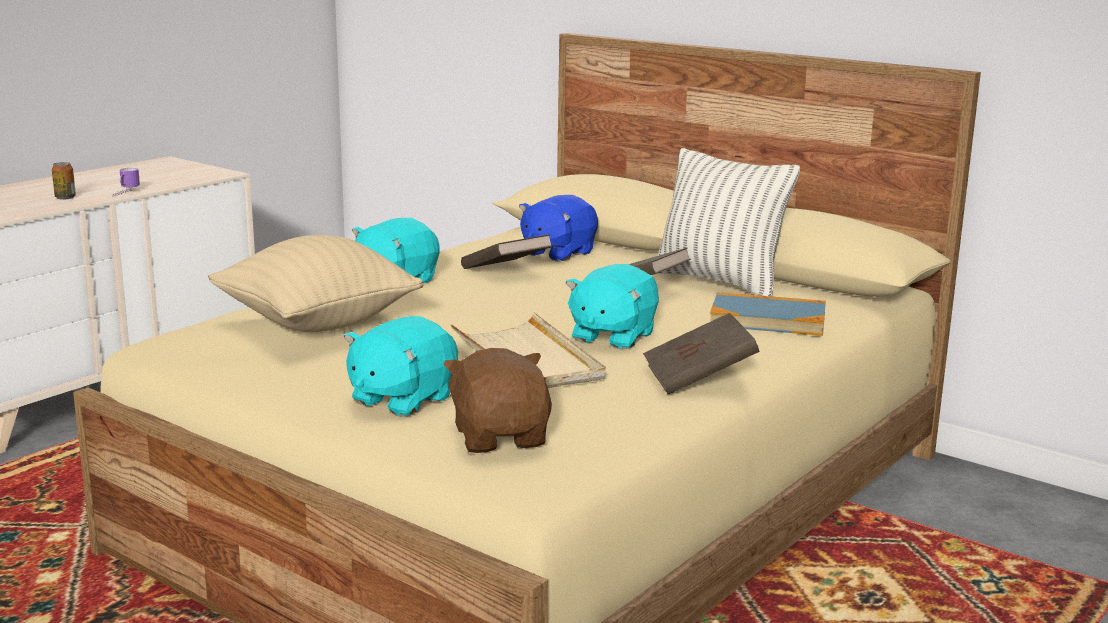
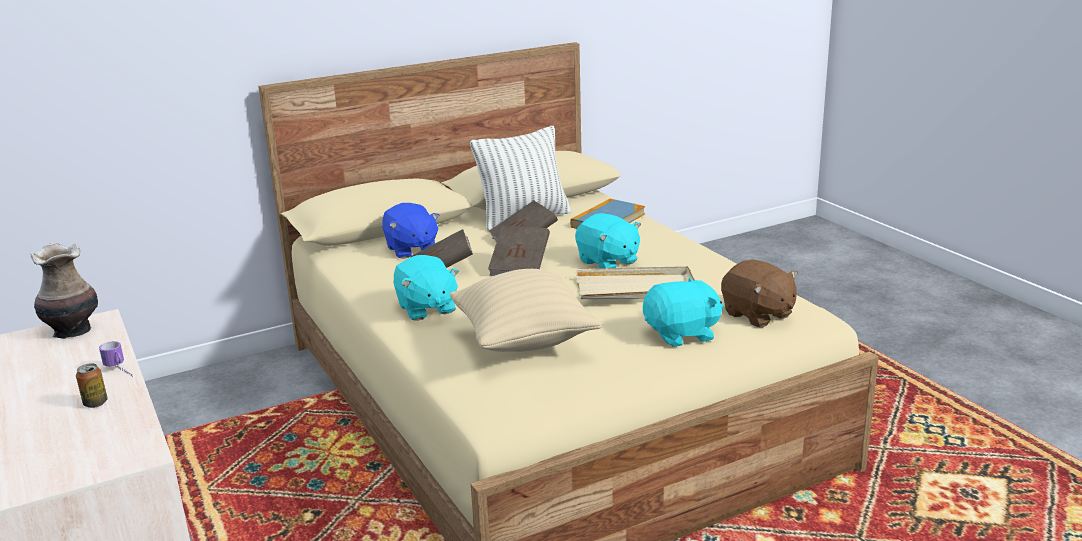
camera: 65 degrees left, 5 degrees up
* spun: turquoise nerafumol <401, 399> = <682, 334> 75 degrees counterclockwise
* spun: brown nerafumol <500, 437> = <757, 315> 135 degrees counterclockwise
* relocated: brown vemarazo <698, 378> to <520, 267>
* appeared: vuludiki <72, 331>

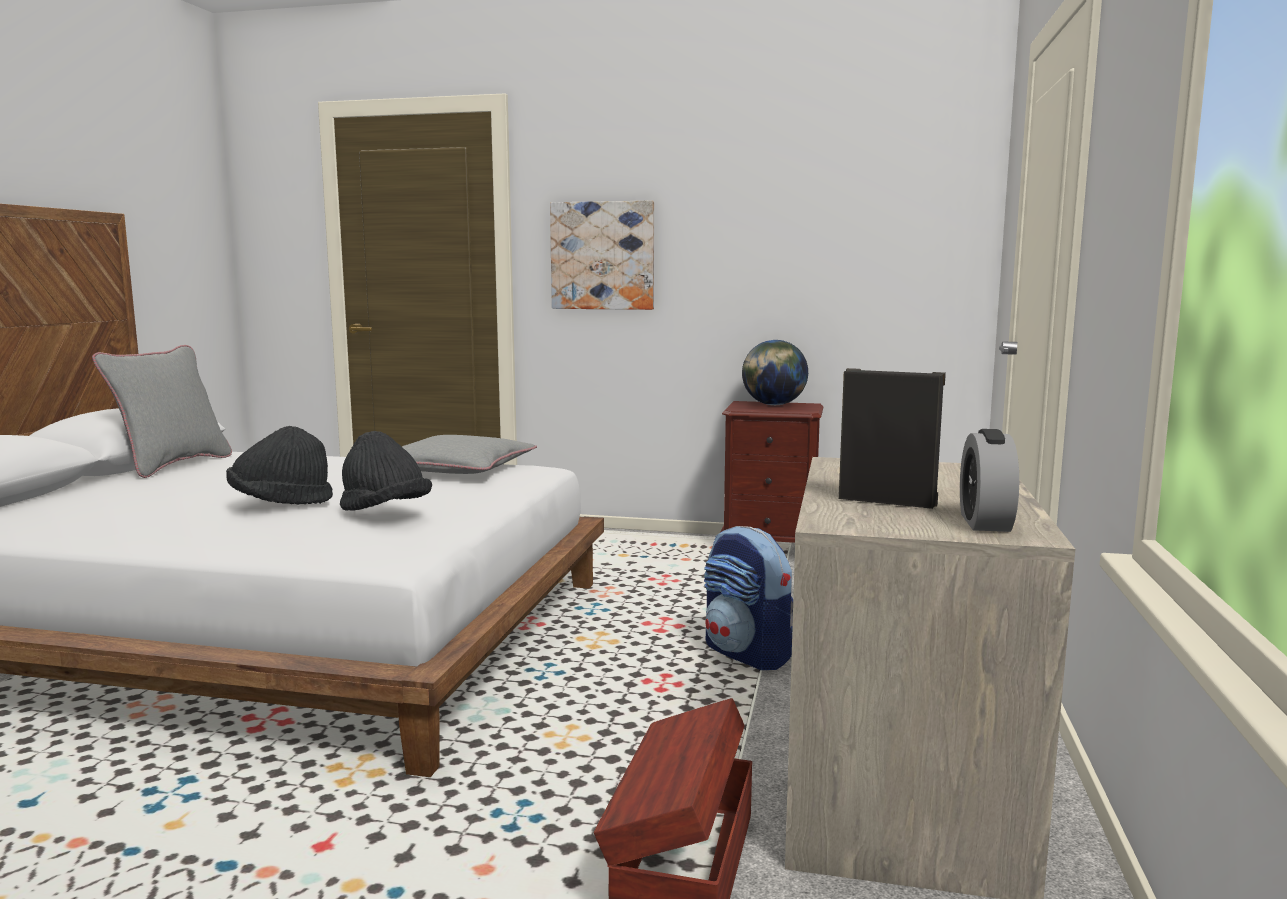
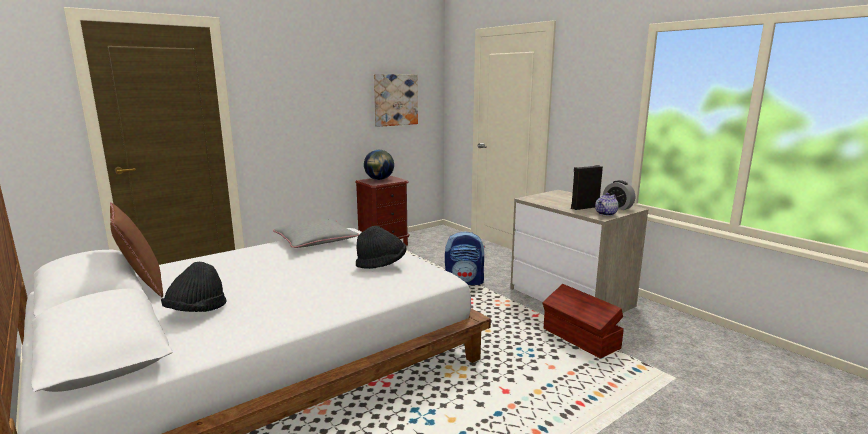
camera: 50 degrees left, 5 degrees up
* colour: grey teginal <172, 465> to brown teginal <142, 287>
* relocated: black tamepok <281, 503> to <196, 311>
* relocated: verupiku <603, 256> to <395, 100>
* appeared: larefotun <606, 214>

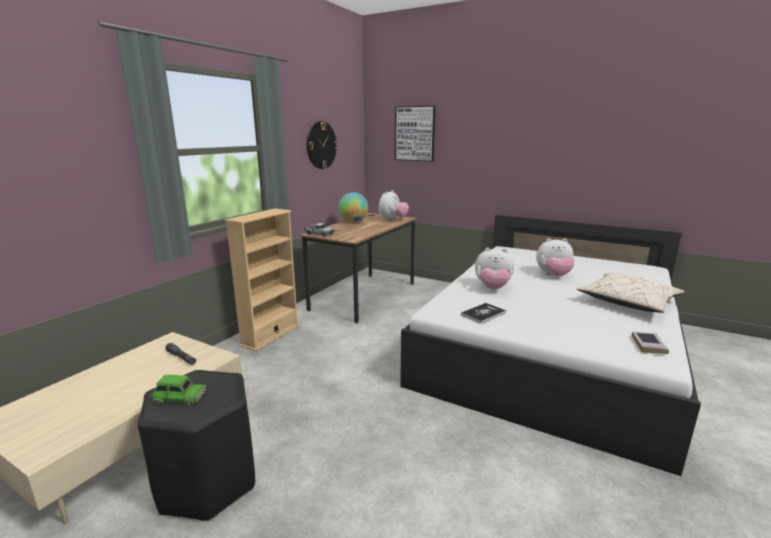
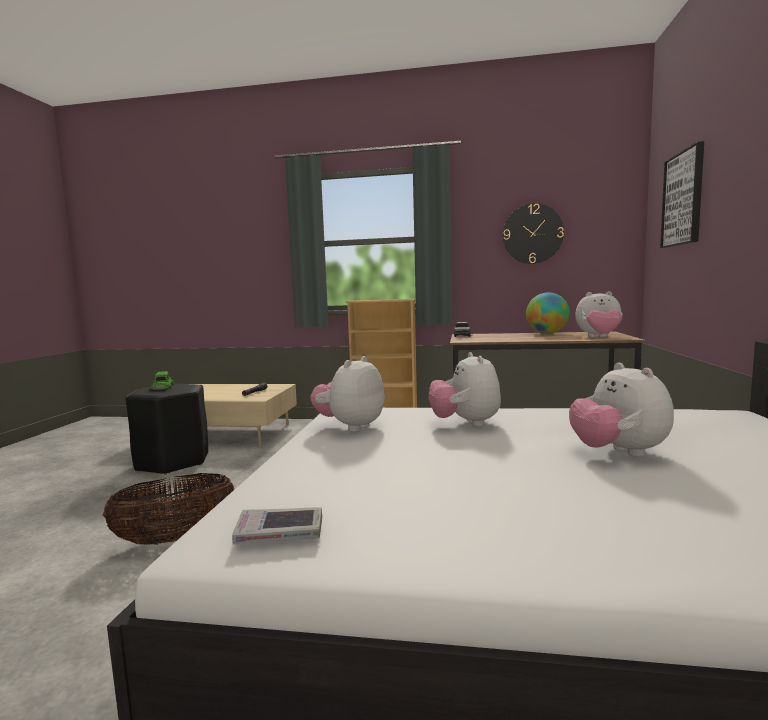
camera: 70 degrees right, 10 degrees down
* exchanged: vemarazo <483, 314> to nerafumol <350, 426>
* missing: beige teginal <628, 303>
* appeared: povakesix <175, 539>

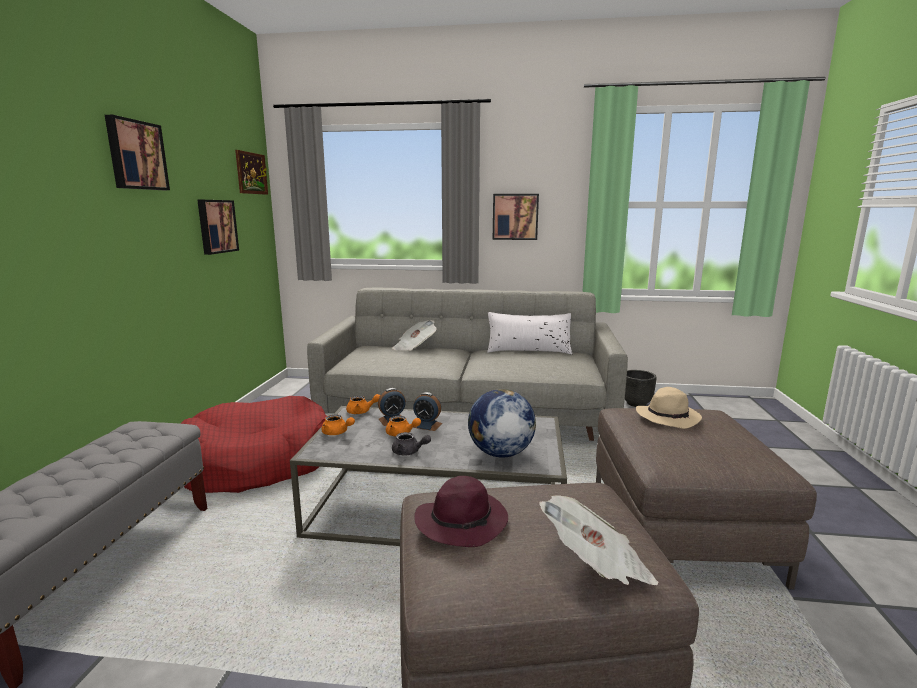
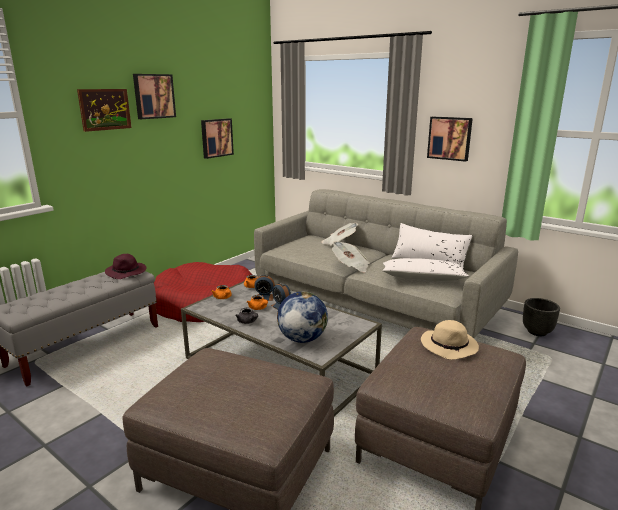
camera: 30 degrees right, 5 degrees up
* relocated: verupiku <251, 173> to <105, 109>
* relocated: purple tamepok <462, 521> to <126, 272>
* relocated: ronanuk <596, 566> to <351, 266>
* appeared: white teginal <422, 278>

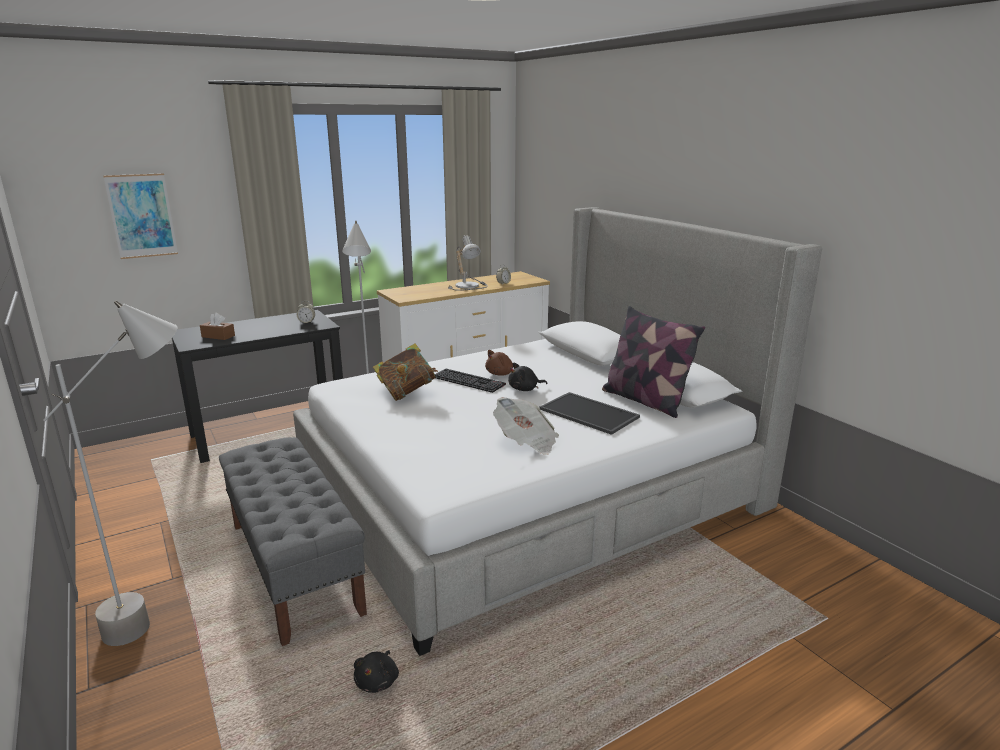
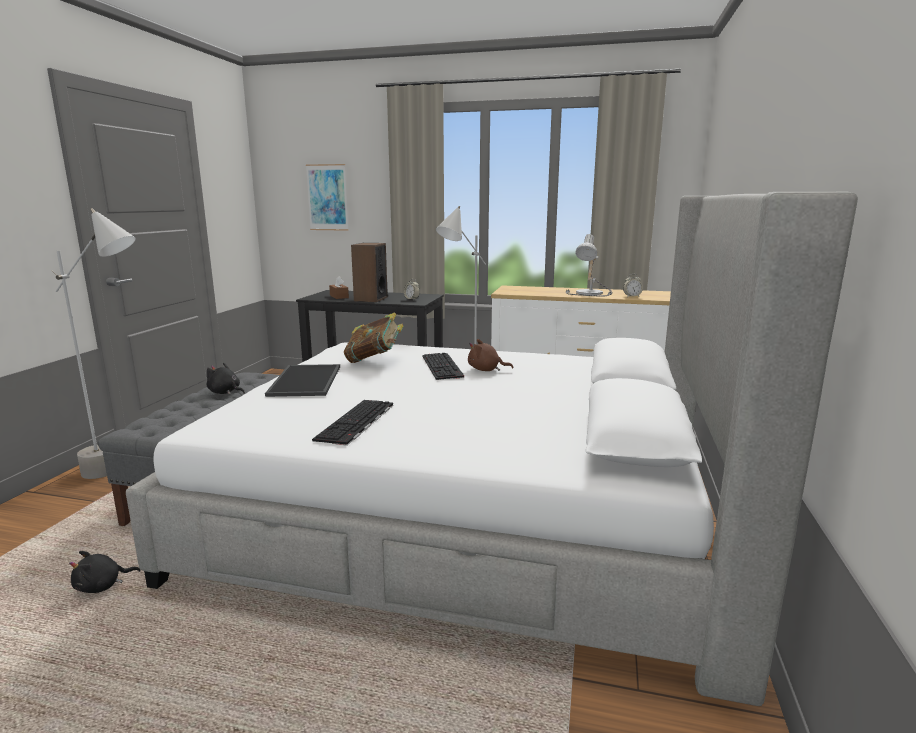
camera: 45 degrees right, 5 degrees down
* exchanged: ronanuk <526, 441> to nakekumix <357, 422>
* relocated: black nerafumol <525, 389> to <225, 392>
* relocated: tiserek <590, 413> to <307, 381>
* missing: teginal <645, 400>
* appeared: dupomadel <370, 299>

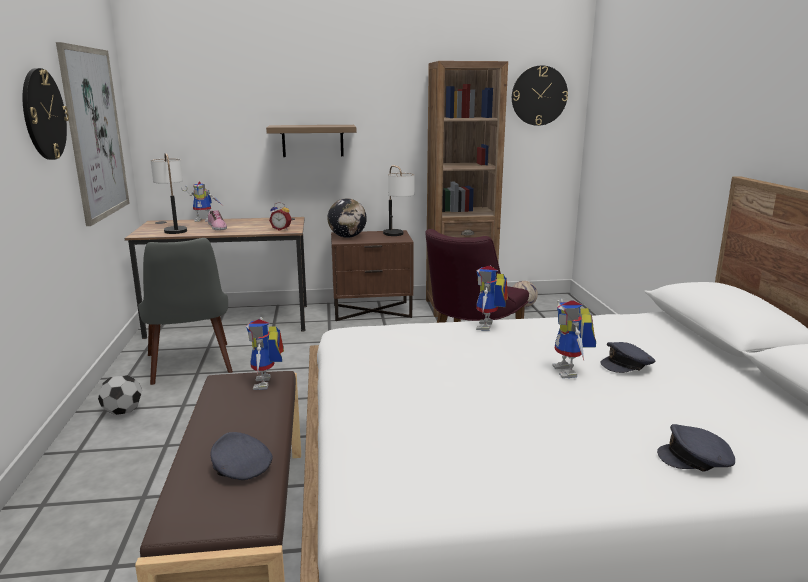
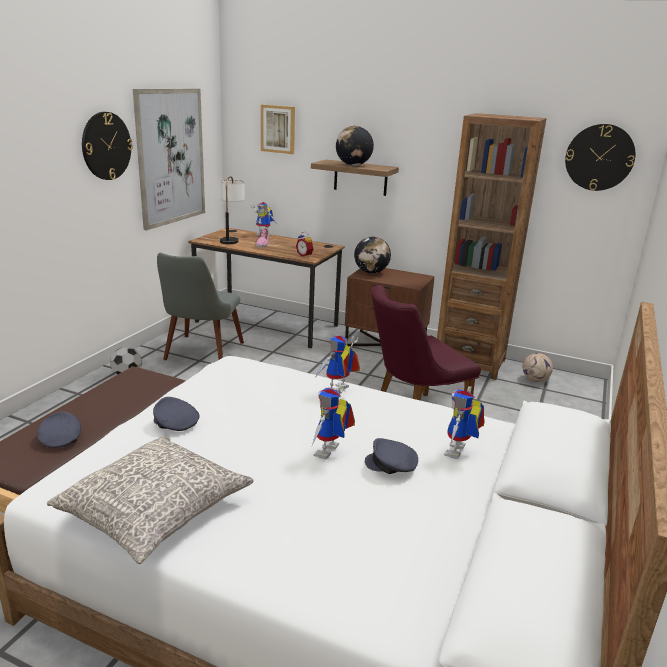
camera: 30 degrees right, 5 degrees up
* relocated: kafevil <267, 384> to <459, 453>
* missing: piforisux <397, 236>
* relocated: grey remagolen <696, 459> to <175, 423>
* appeared: grey teginal <155, 511>
* appeared: verupiku <278, 129>
* appeared: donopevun <353, 165>

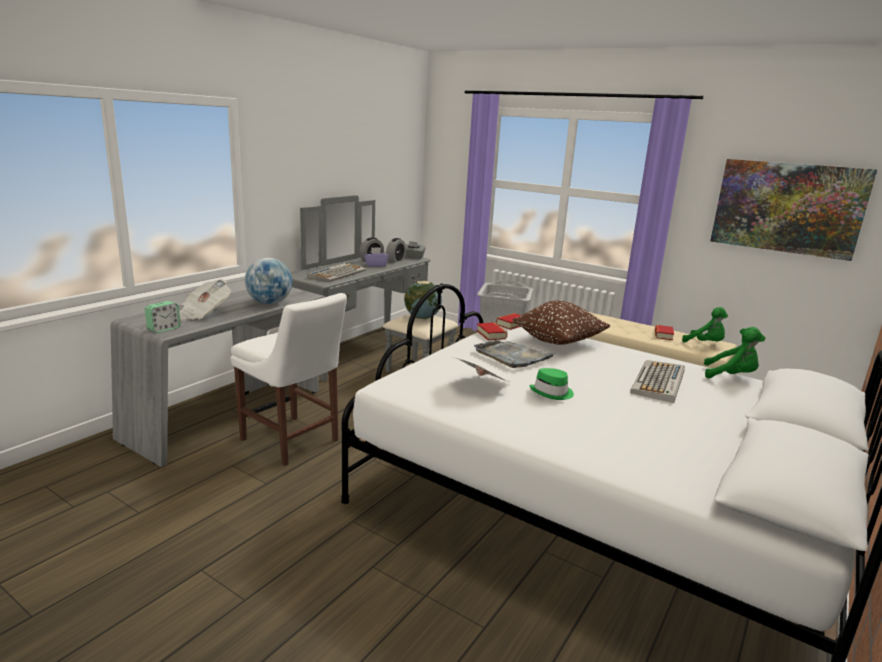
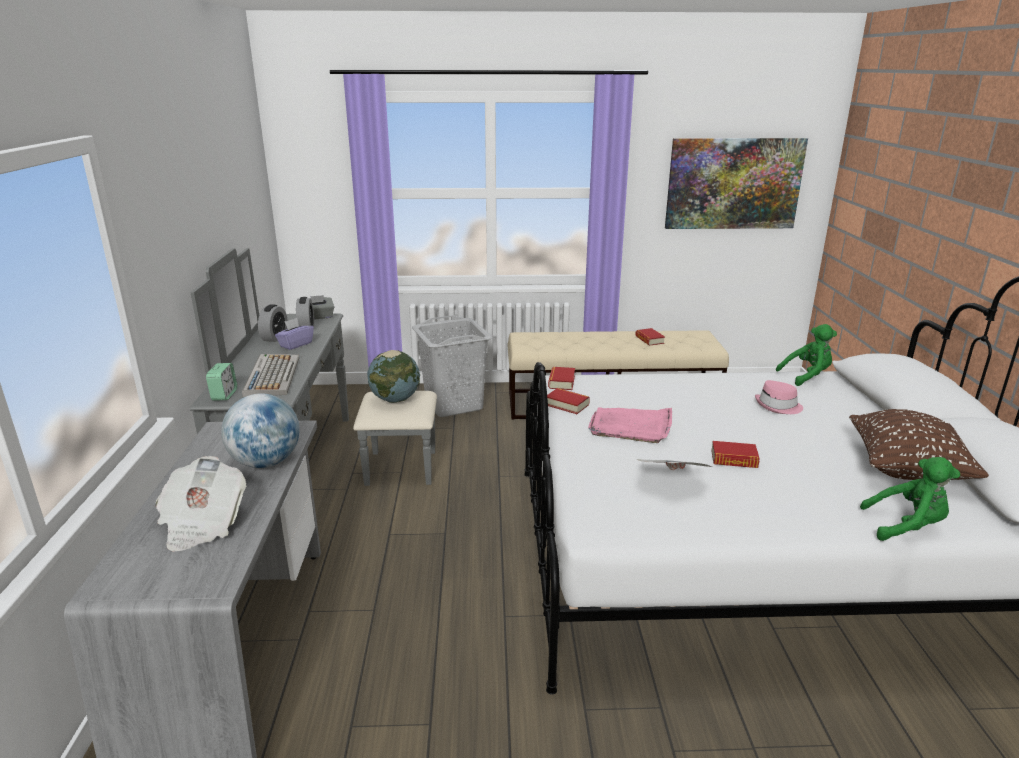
camera: 35 degrees left, 5 degrees up
* relocated: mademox <164, 329> to <224, 395>
* missing: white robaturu <292, 442>
* colour: grey tiserek <512, 356> to pink tiserek <631, 426>
* relocated: brown teginal <558, 342> to <906, 469>
* exchanged: green tamepok <552, 393> to vemarazo <734, 459>
* exchanged: nakekumix <659, 382> to pink tamepok <778, 406>
* relocated: green nerafumol <705, 344> to <906, 526>

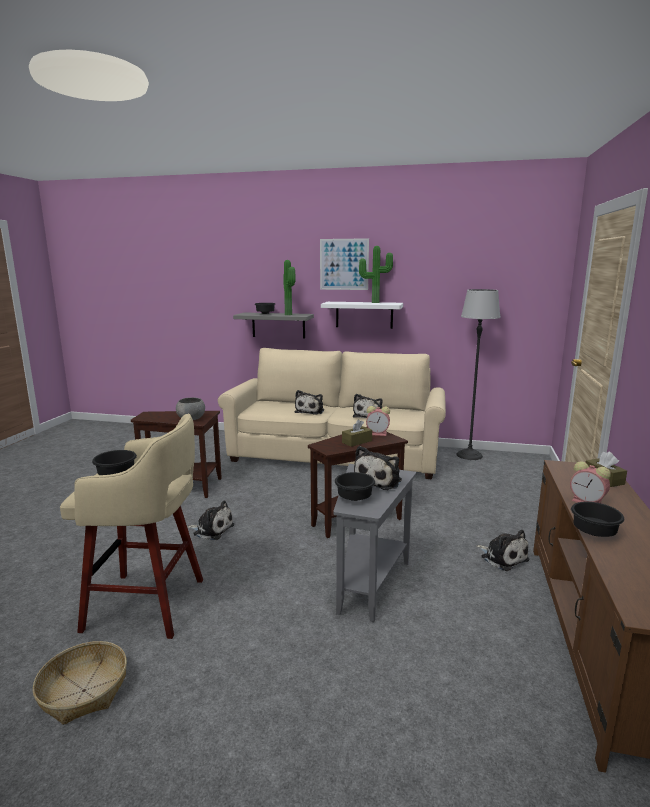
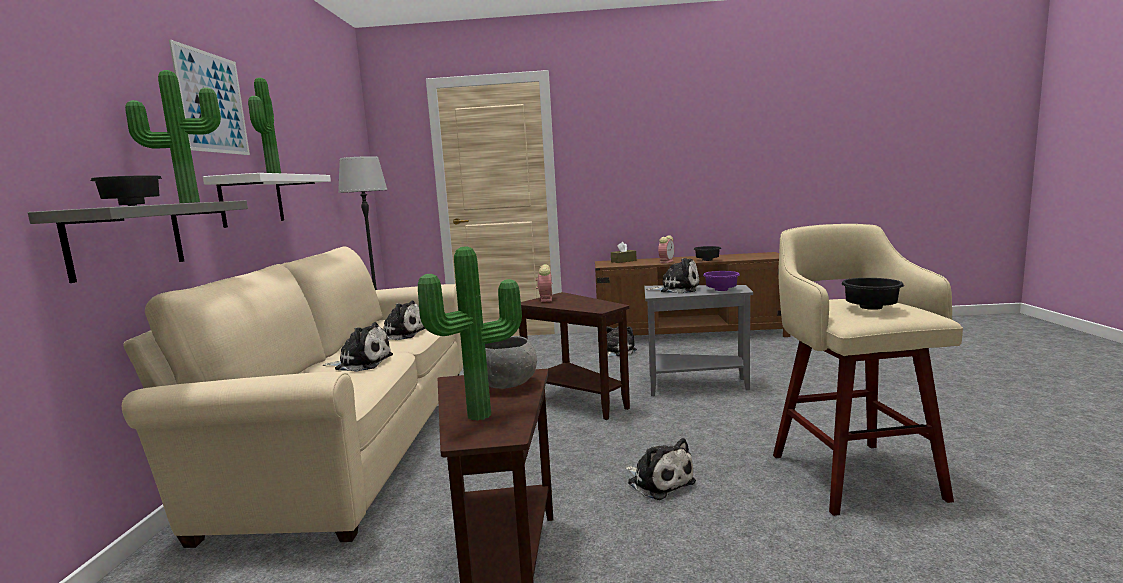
camera: 100 degrees left, 5 degrees down
* missing: povakesix <84, 691>
* spun: nerafumol <212, 529> = <658, 481> 135 degrees clockwise
* colour: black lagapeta <355, 498> to purple lagapeta <721, 290>
* missing: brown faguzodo <357, 442>
* appeared: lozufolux <482, 416>

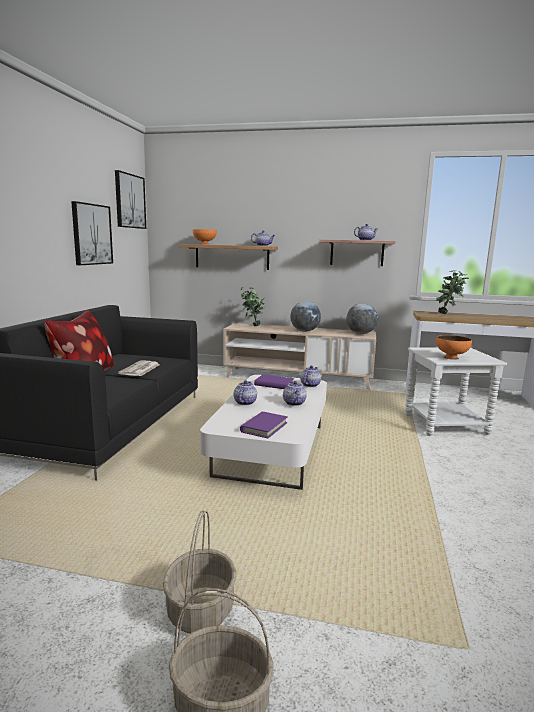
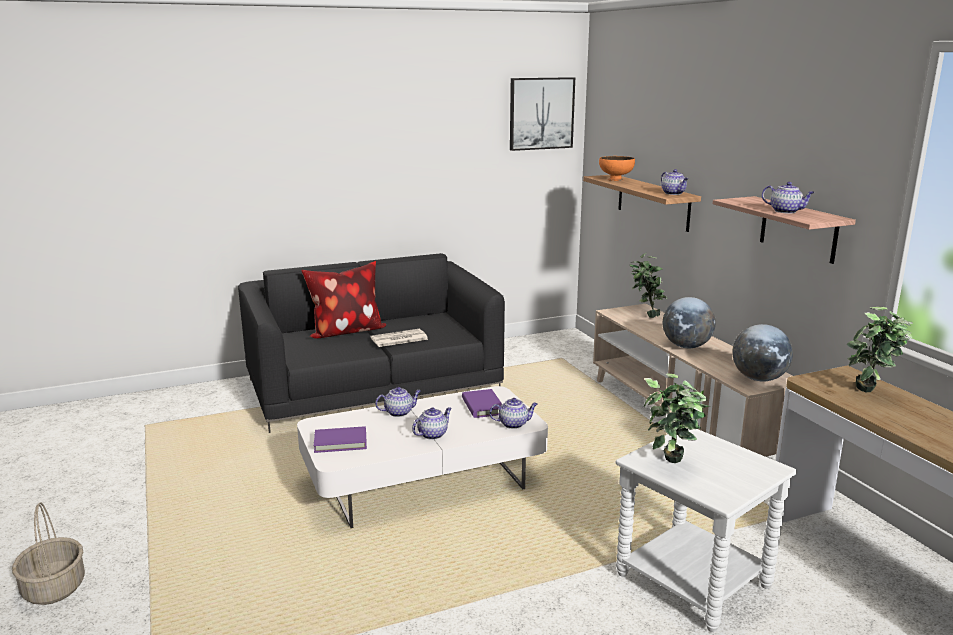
camera: 55 degrees right, 5 degrees up
* missing: verupiku <91, 234>
* missing: povakesix <200, 609>
* exchanged: orange lagapeta <451, 358> to lozufolux <671, 465>

